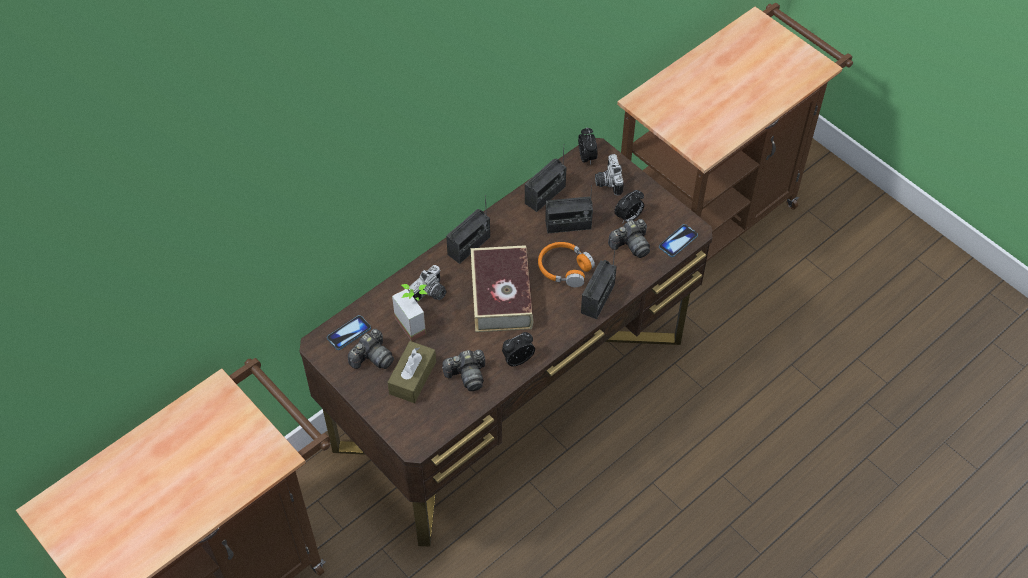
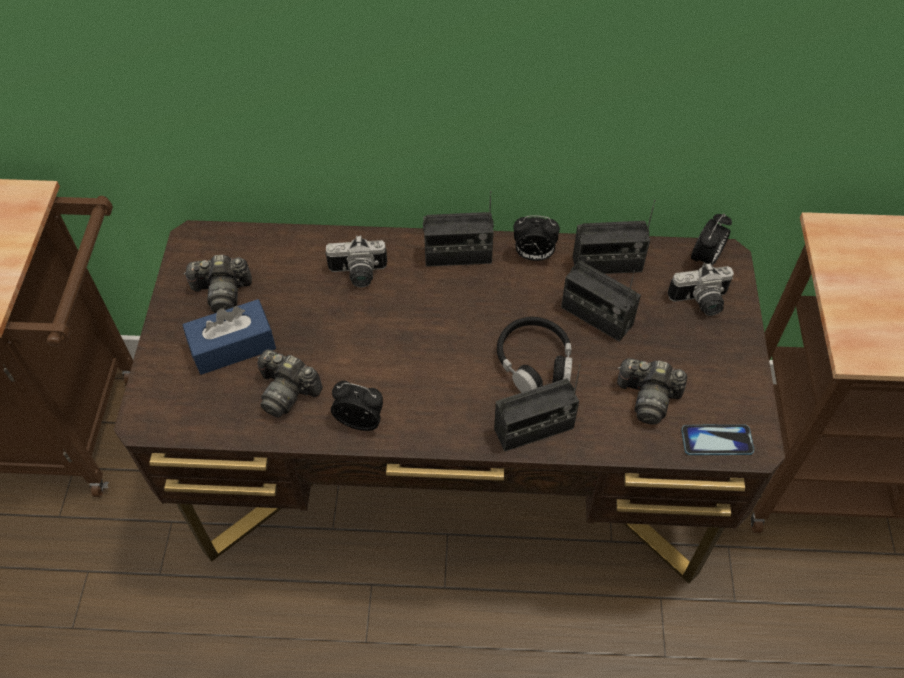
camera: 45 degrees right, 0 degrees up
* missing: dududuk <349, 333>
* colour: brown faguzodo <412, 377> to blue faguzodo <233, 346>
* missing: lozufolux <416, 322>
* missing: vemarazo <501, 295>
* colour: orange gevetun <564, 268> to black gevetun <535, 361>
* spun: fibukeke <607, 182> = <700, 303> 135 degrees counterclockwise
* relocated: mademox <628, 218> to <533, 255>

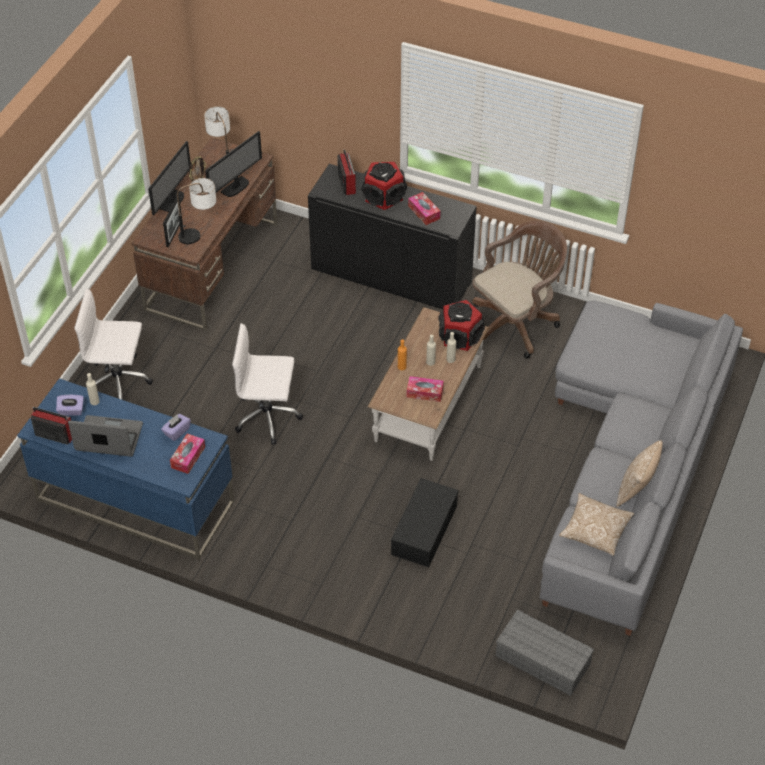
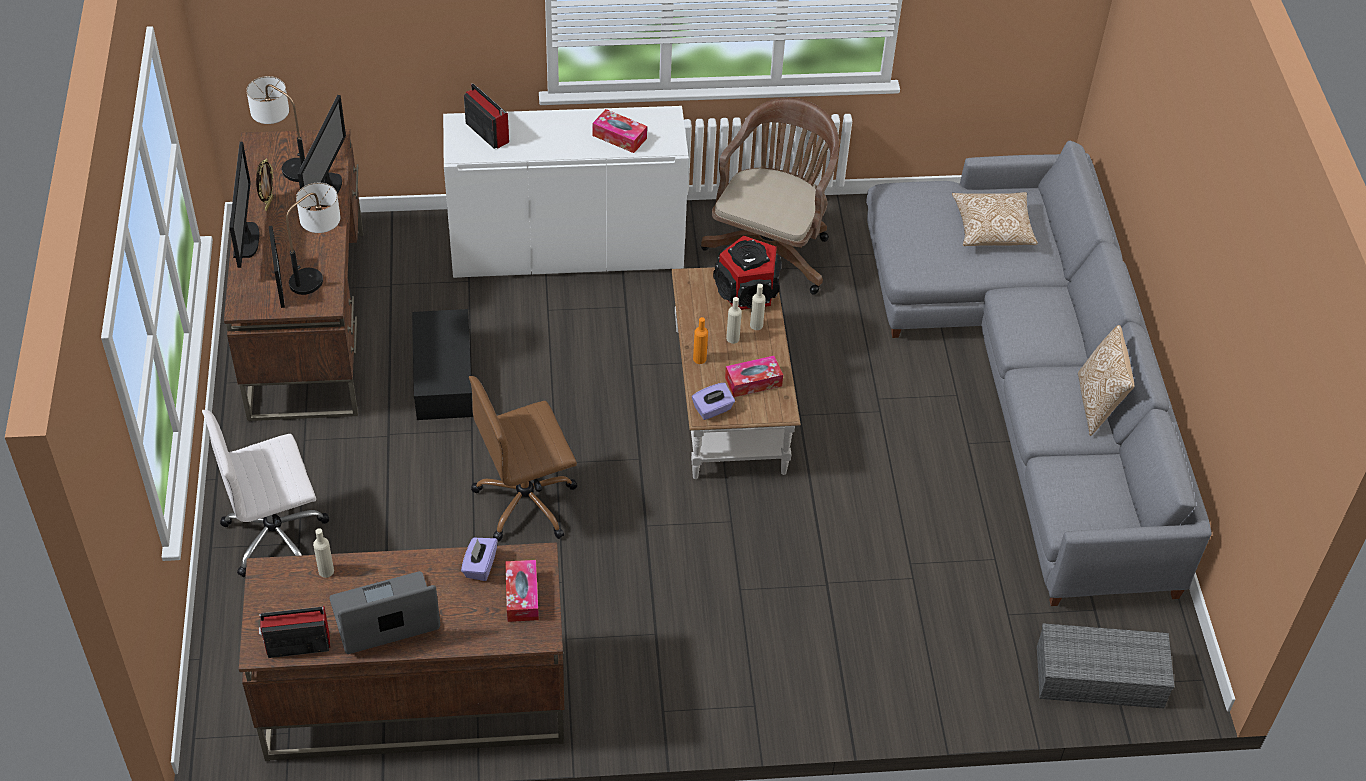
camera: 30 degrees left, 0 degrees up
* colour: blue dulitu <134, 501> to brown dulitu <414, 699>
* relocated: purple faguzodo <71, 411> to <713, 409>
* colour: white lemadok <268, 416> to brown lemadok <527, 501>
* colour: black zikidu <391, 276> to white zikidu <567, 249>
* missing: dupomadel <384, 197>
* relocated: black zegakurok <424, 529> to <442, 375>
* relocated: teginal <595, 531> to <992, 229>

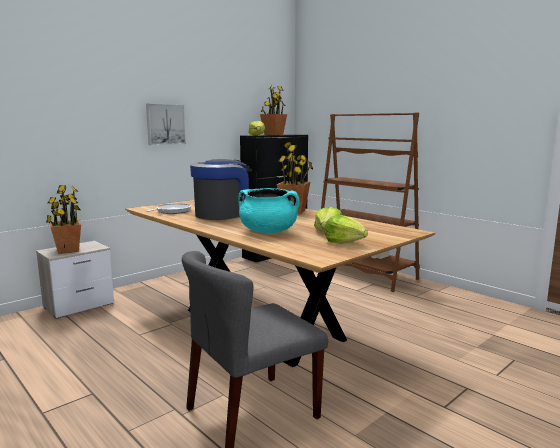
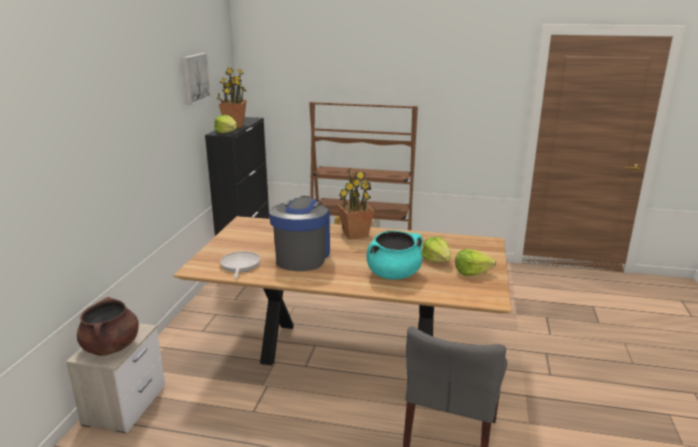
camera: 35 degrees left, 10 degrees up
* exchanged: lozufolux <67, 250> to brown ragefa <111, 347>
* relocated: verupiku <165, 124> to <194, 78>

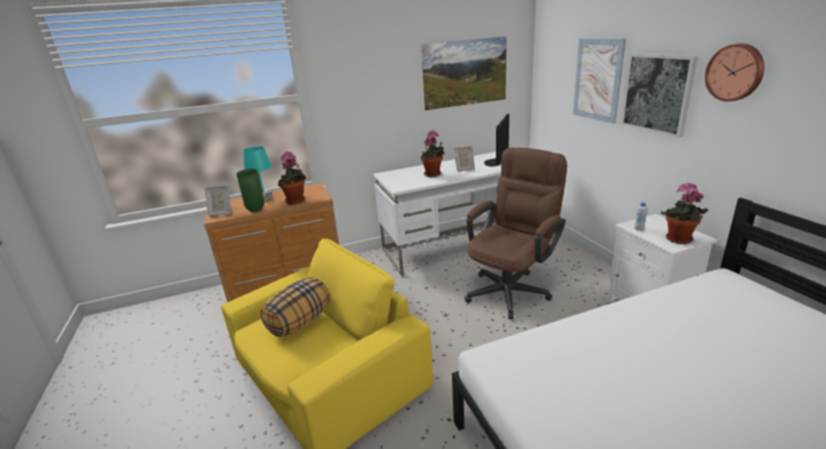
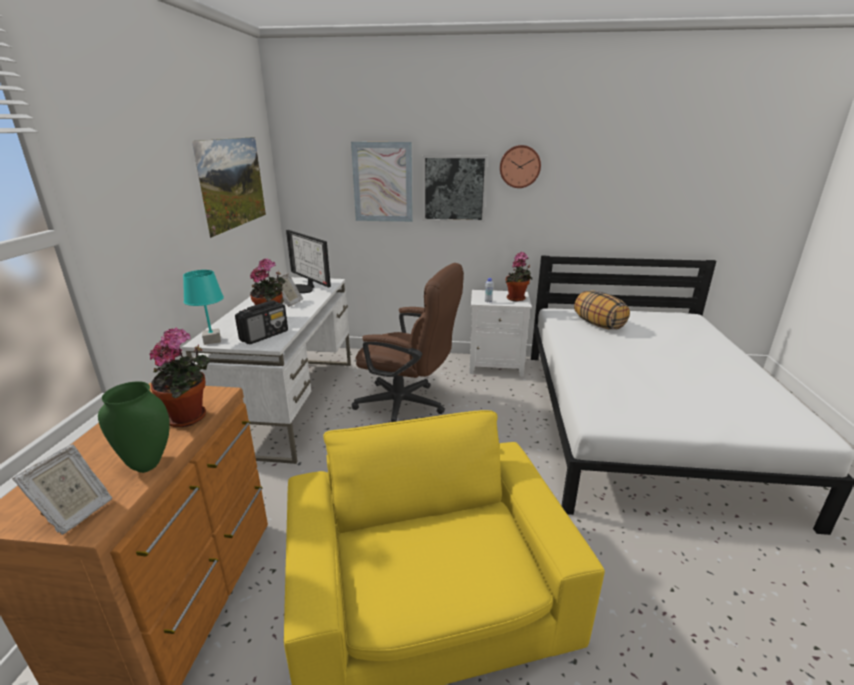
camera: 65 degrees left, 0 degrees up
* relocated: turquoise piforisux <264, 199> to <212, 340>
* relocated: teginal <299, 322> to <598, 324>
* spun: brown lemadok <512, 289> = <408, 406> 135 degrees clockwise
* appeared: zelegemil <265, 335>

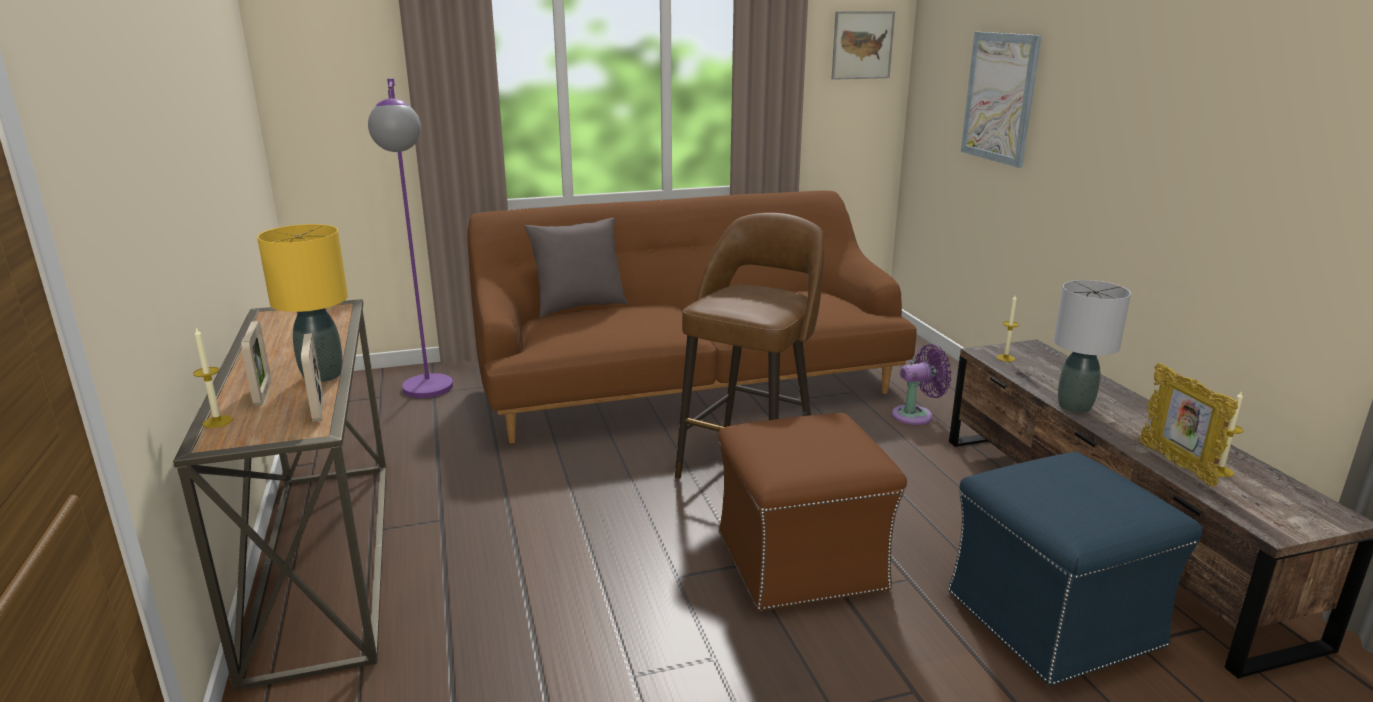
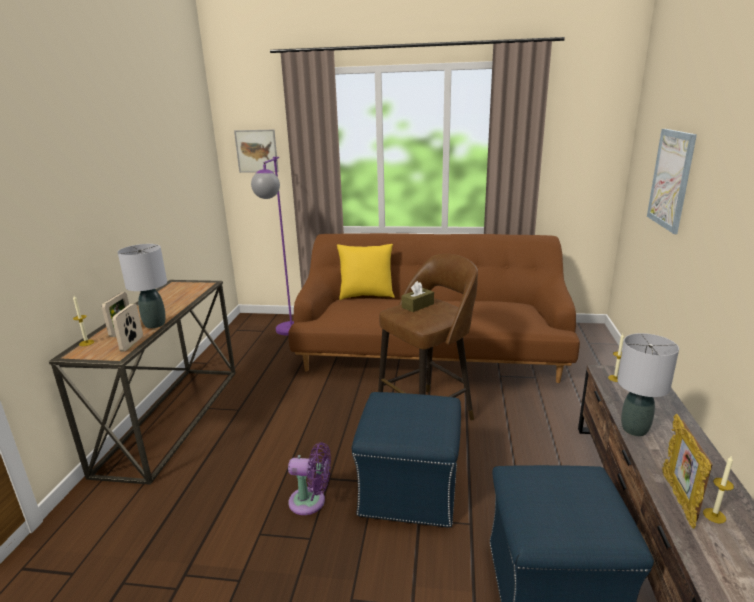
camera: 25 degrees right, 0 degrees up
* colour: yellow piforisux <323, 375> to grey piforisux <155, 324>
* colour: grey teginal <579, 307> to yellow teginal <366, 296>
* colour: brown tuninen <802, 561> to blue tuninen <410, 490>
* relocated: verupiku <862, 45> to <256, 151>
* relocated: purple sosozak <916, 415> to <311, 502>
* appeared: brown faguzodo <417, 306>

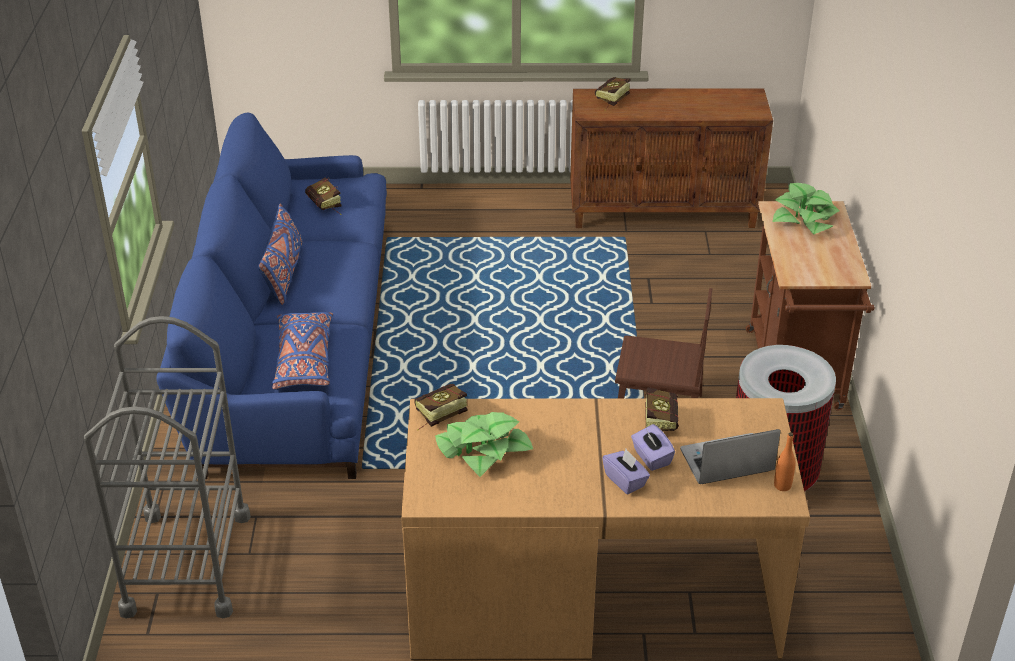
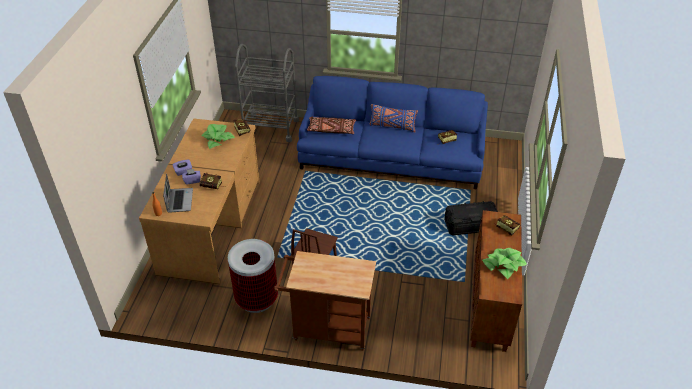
camera: 100 degrees right, 5 degrees up
* colour: blue teginal <304, 361> to brown teginal <331, 130>
* relocated: lozufolux <804, 218> to <503, 265>
* appeared: black zegakurok <470, 225>

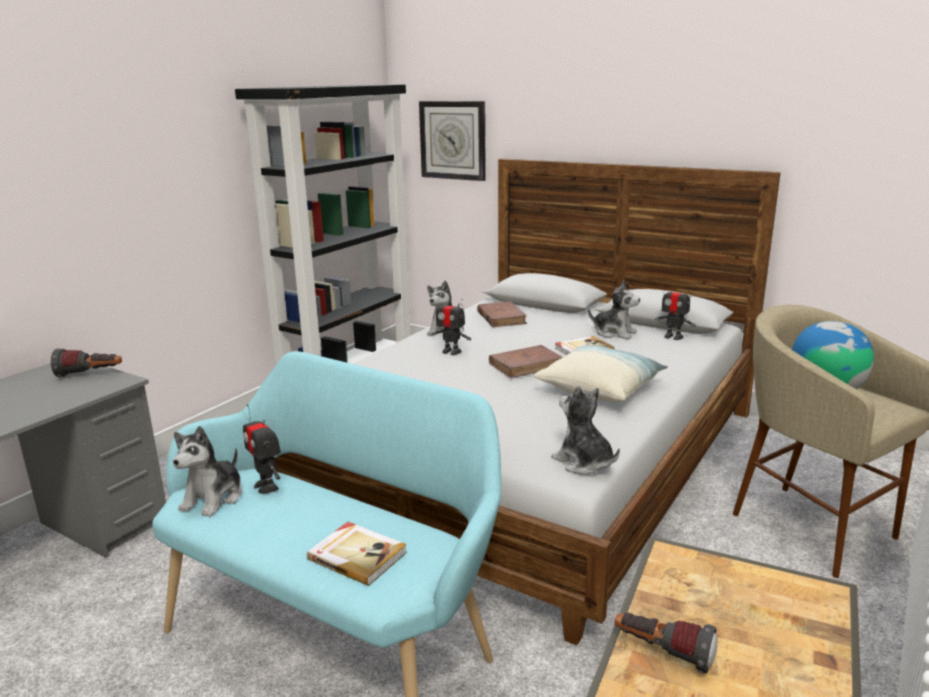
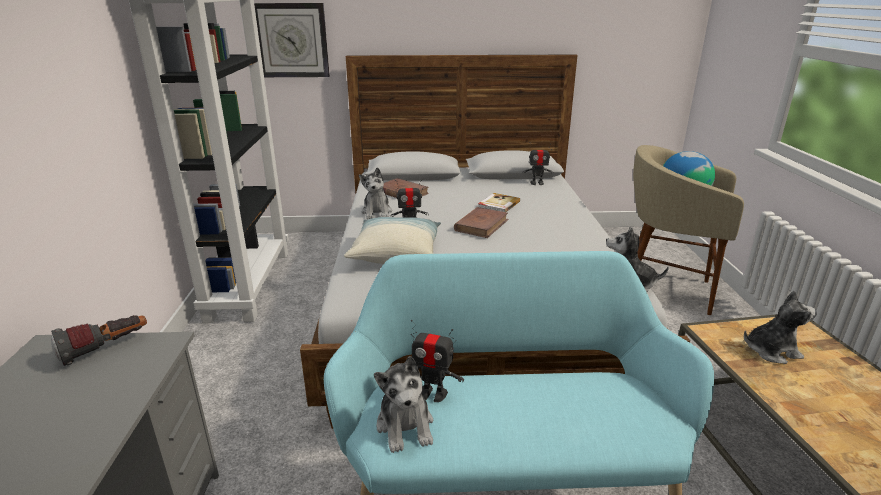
camera: 35 degrees left, 5 degrees up
* missing: vemarazo <357, 555>
* relocated: teginal <600, 388> to <396, 253>
* relocated: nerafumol <614, 333> to <771, 351>
* missing: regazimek <662, 653>

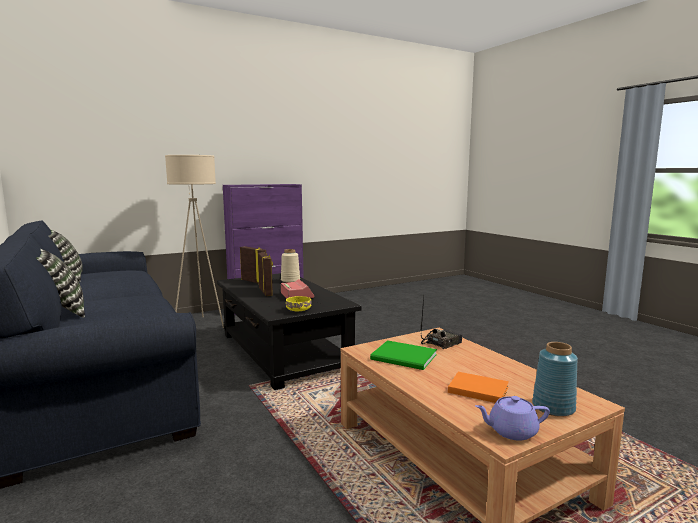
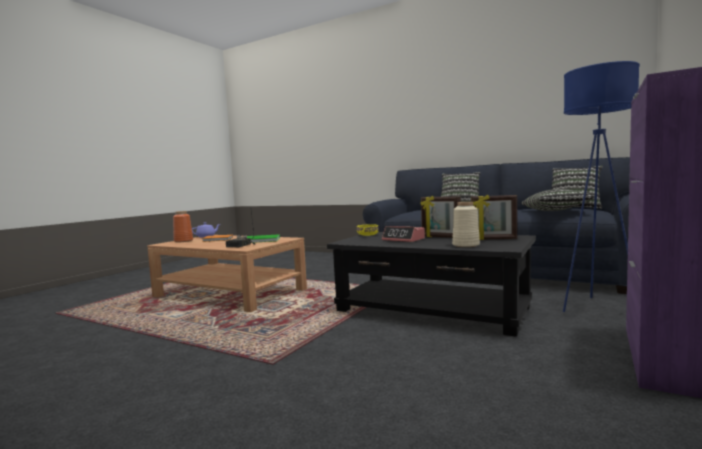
camera: 150 degrees right, 5 degrees down
* colour: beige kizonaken <200, 325> to blue kizonaken <596, 308>
* colour: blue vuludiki <552, 407> to orange vuludiki <184, 241>
* appeared: teginal <555, 211>

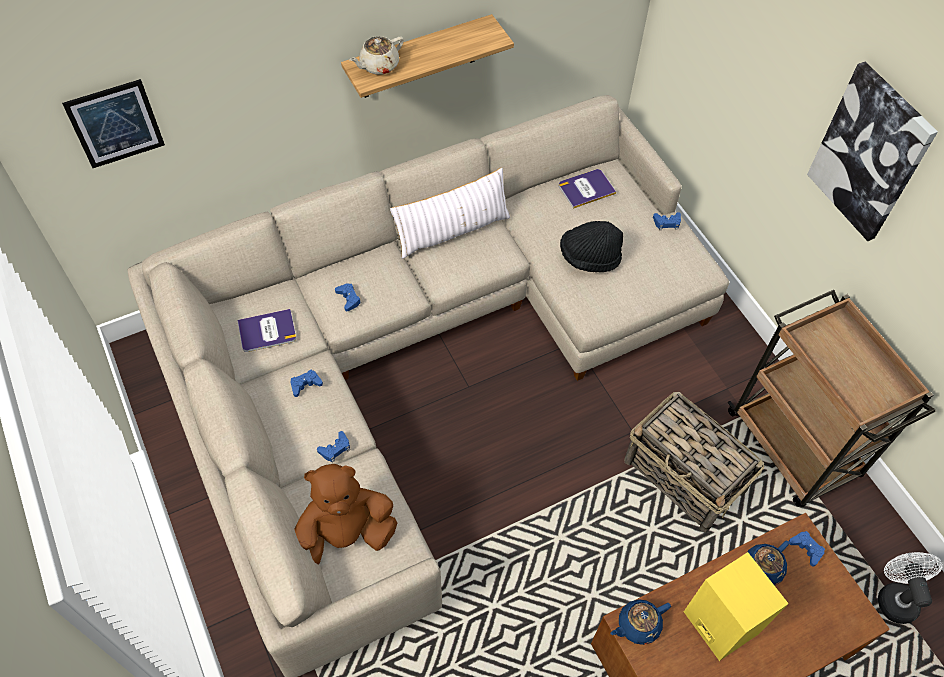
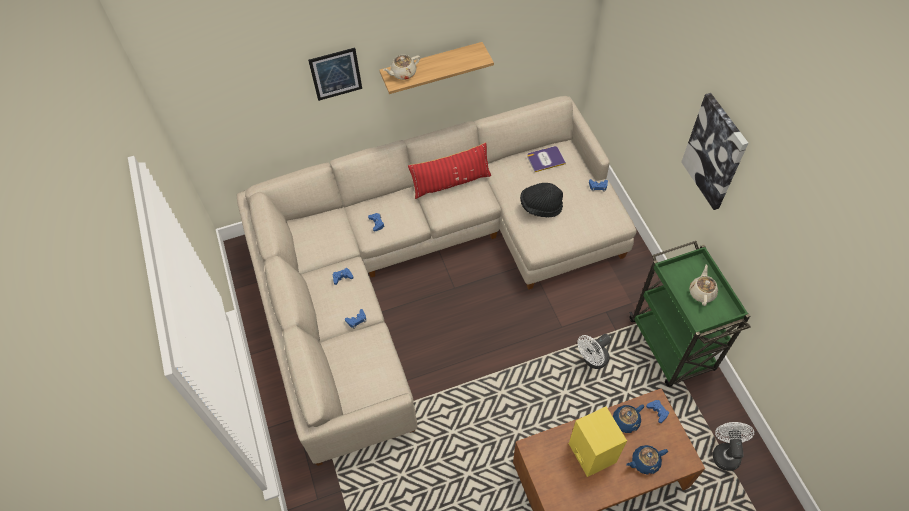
camera: 10 degrees right, 0 degrees up
* relocated: verupiku <115, 124> to <336, 74>
* missing: vemarazo <267, 331>
* missing: brown nerafumol <345, 535>
* colour: white teginal <452, 231> to red teginal <451, 182>
* relocated: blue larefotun <637, 625> to <644, 462>
* exchanged: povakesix <684, 477> to white sosozak <592, 360>
* colour: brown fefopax <794, 447> to green fefopax <672, 346>
* appeared: beige larefotun <702, 292>

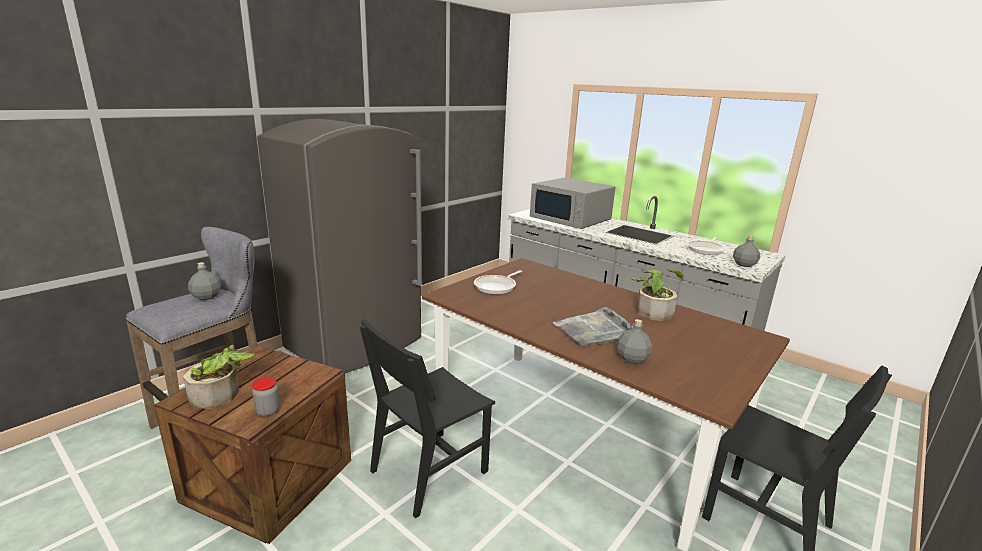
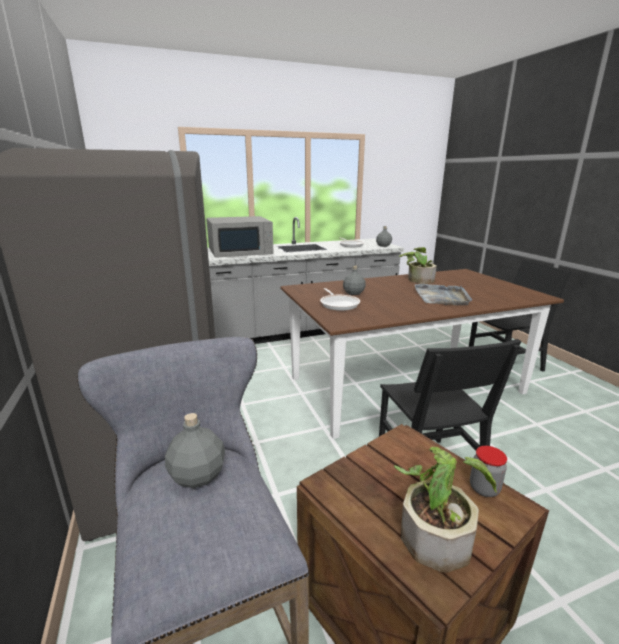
camera: 60 degrees left, 0 degrees up
* relocated: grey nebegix <631, 359> to <353, 293>

